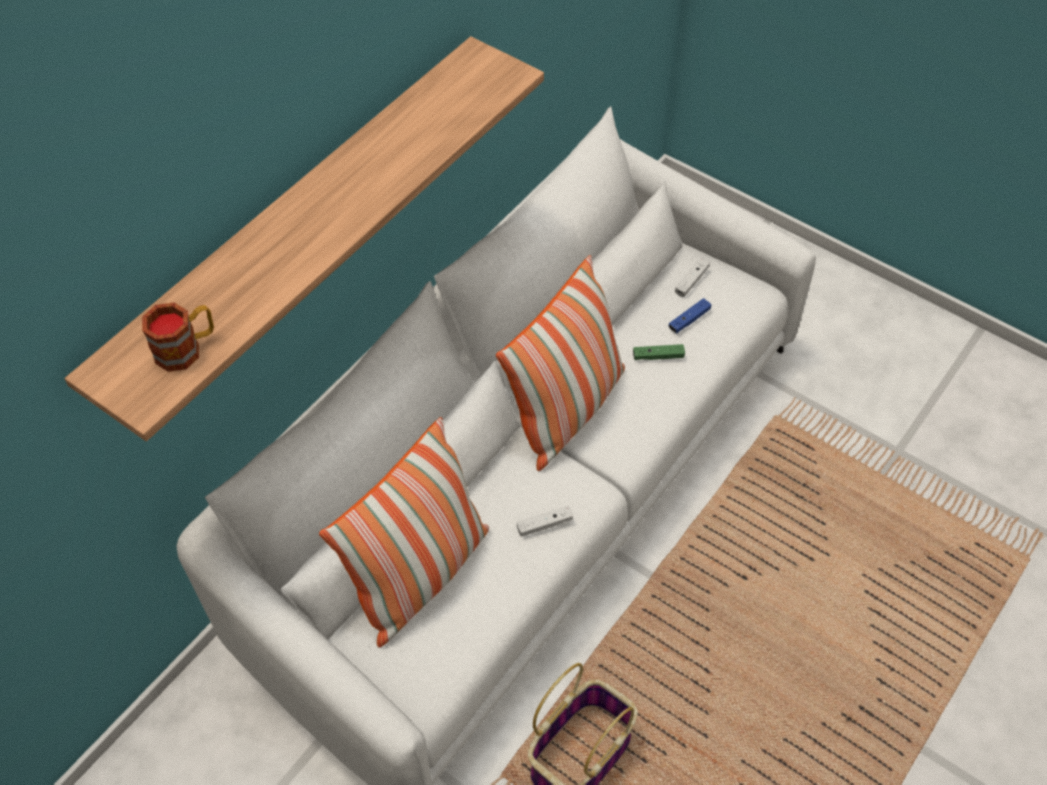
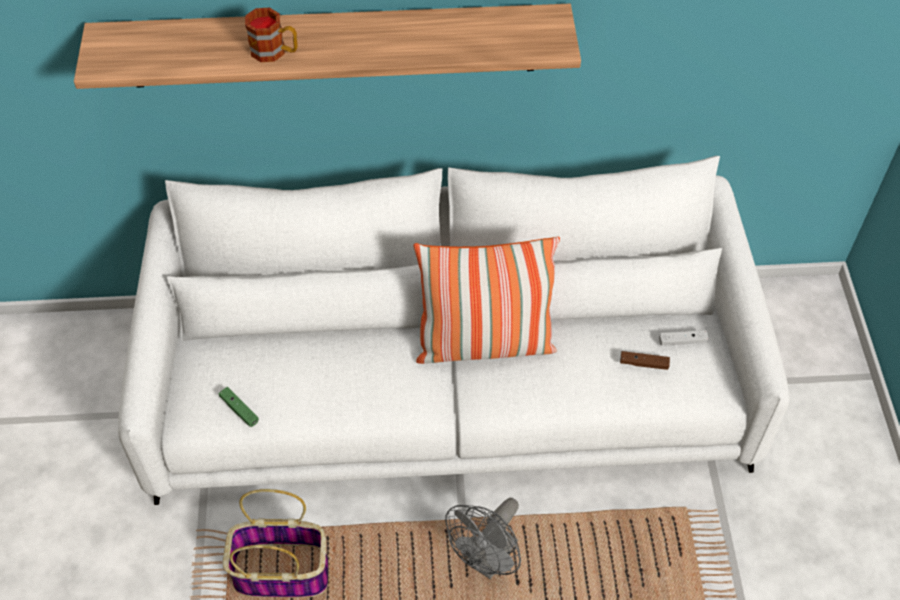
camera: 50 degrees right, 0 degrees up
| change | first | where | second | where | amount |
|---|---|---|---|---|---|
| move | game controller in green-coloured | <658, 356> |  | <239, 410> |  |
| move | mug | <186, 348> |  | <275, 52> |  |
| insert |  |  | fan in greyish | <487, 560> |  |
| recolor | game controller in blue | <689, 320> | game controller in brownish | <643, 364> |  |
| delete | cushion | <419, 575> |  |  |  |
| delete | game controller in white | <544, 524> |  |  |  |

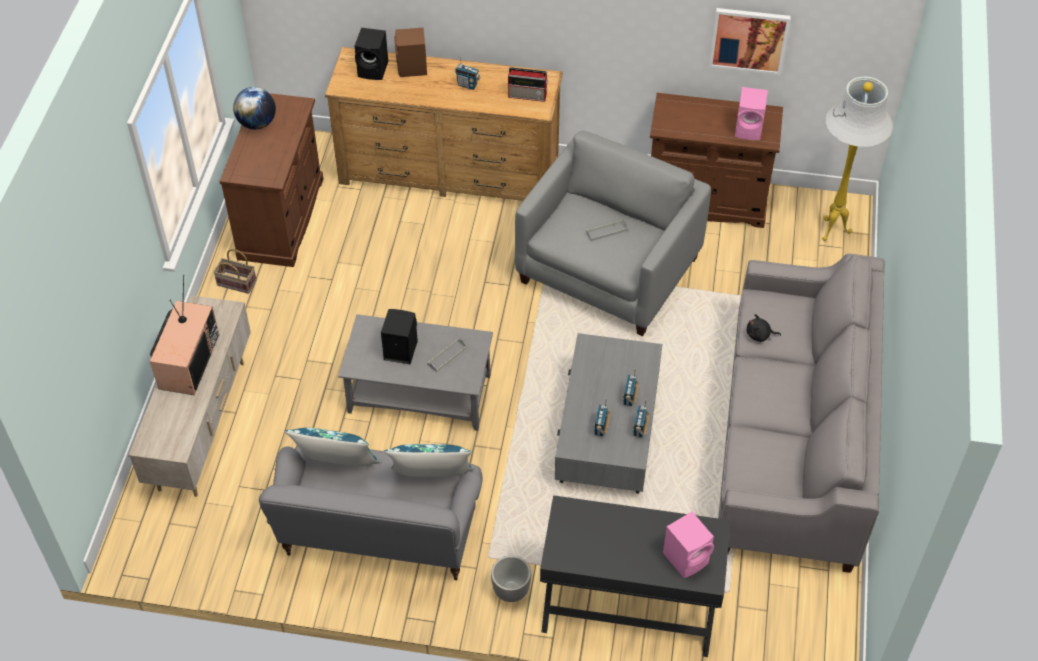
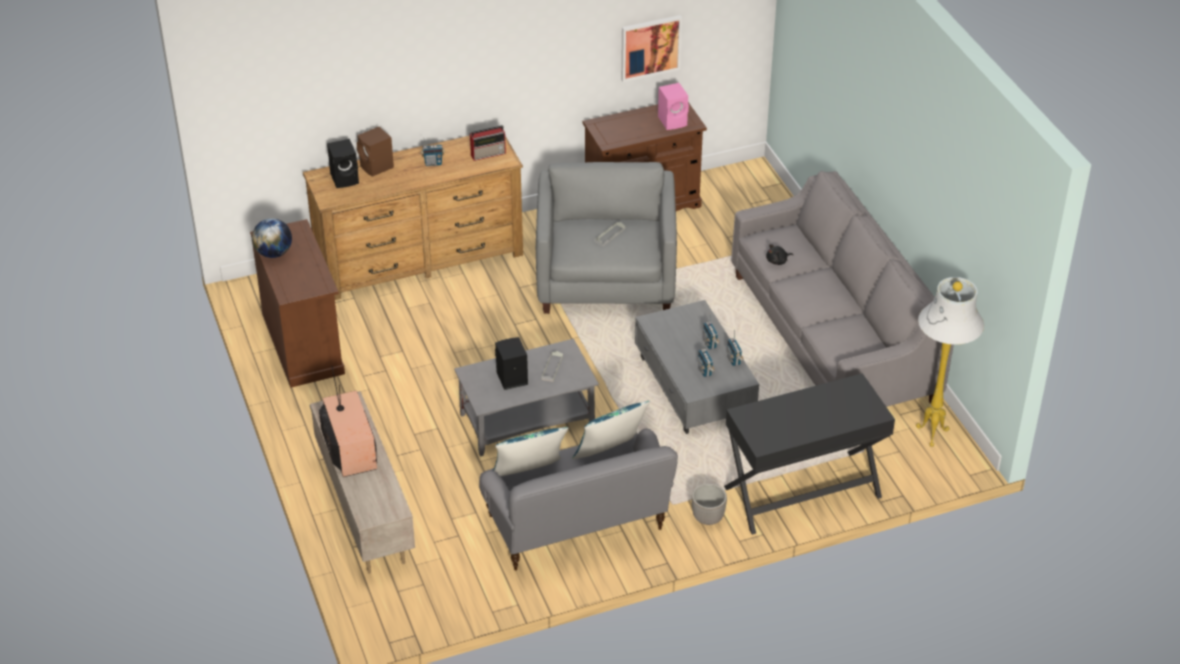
camera: 30 degrees left, 10 degrees down
| change | first | where | second | where | amount |
|---|---|---|---|---|---|
| move | standing lamp in white | <833, 232> |  | <932, 435> |  |
| delete | basket | <235, 283> |  |  |  |
| delete | speaker in pink | <687, 557> |  |  |  |

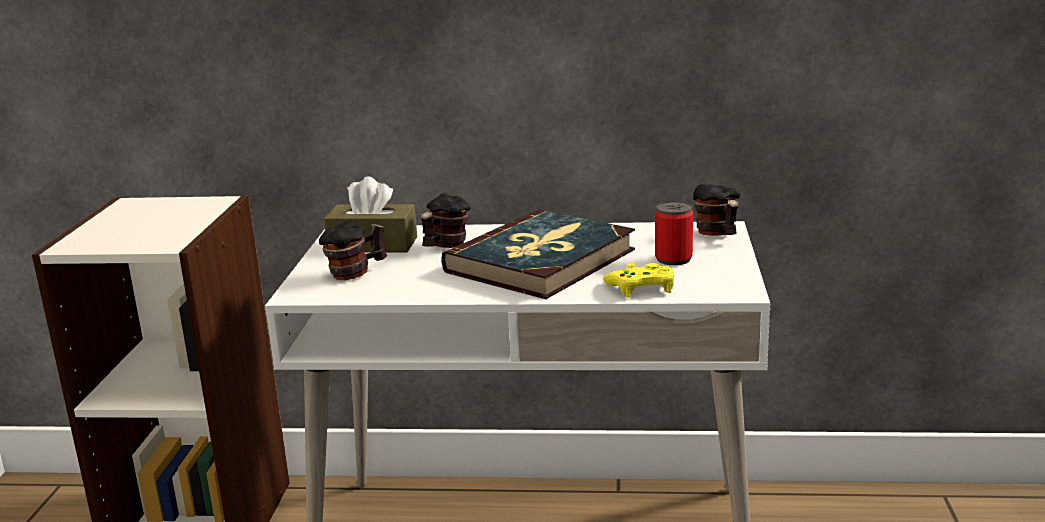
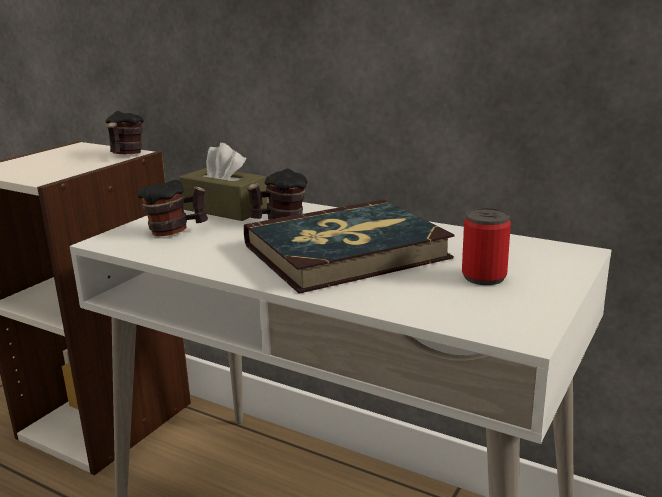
camera: 25 degrees right, 0 degrees up
| change | first | where | second | where | amount |
|---|---|---|---|---|---|
| move | mug | <717, 235> |  | <125, 155> |  |
| delete | game controller in yellow | <642, 287> |  |  |  |

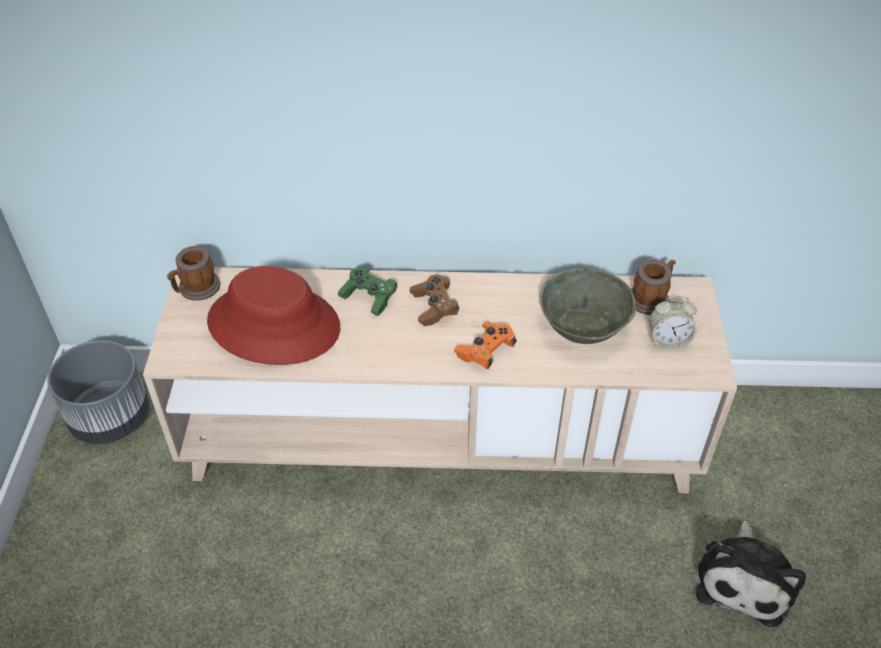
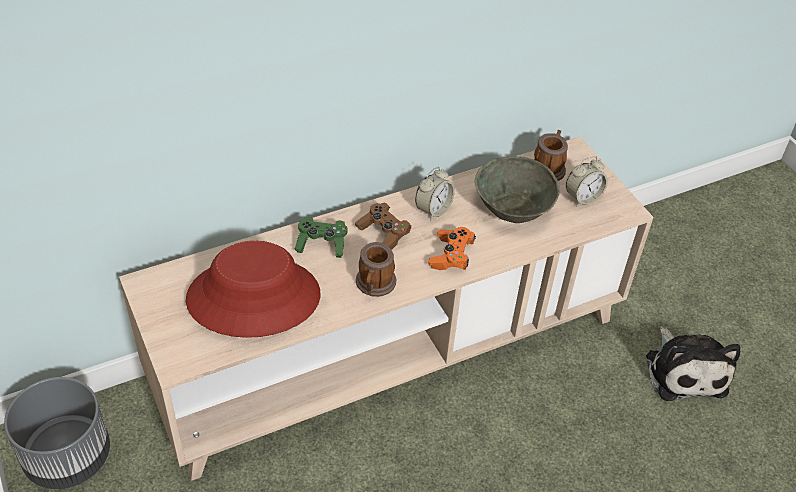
camera: 30 degrees left, 0 degrees up
| change | first | where | second | where | amount |
|---|---|---|---|---|---|
| move | mug | <196, 289> |  | <374, 285> |  |
| insert |  |  | table clock | <433, 209> |  |

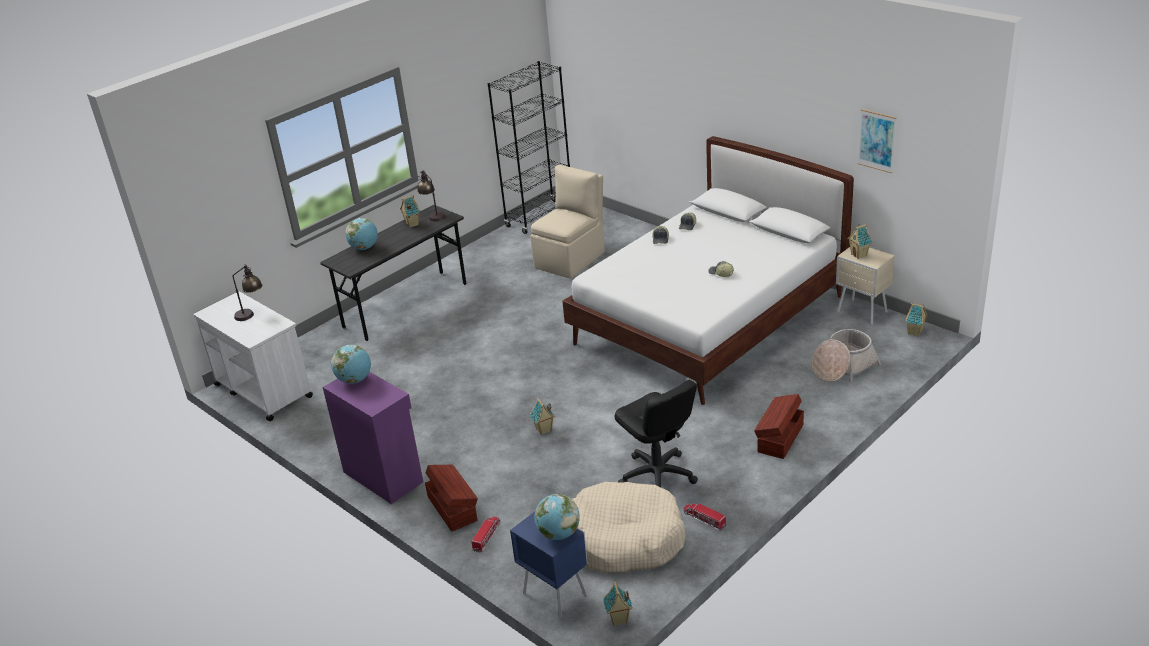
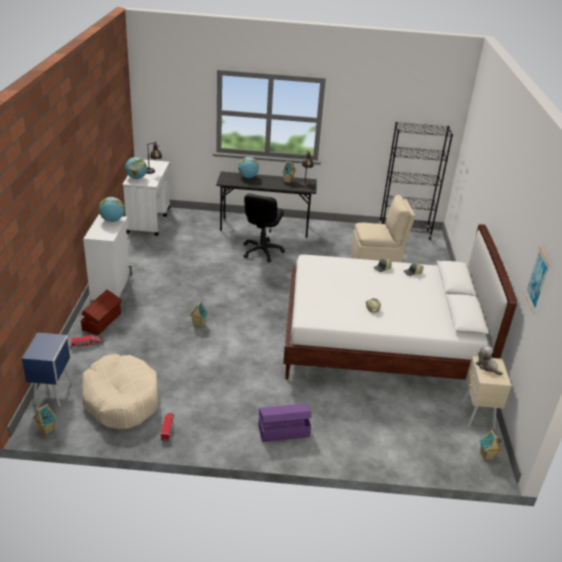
camera: 45 degrees right, 0 degrees up
| change | first | where | second | where | amount |
|---|---|---|---|---|---|
| recolor | cupboard in purple | <383, 476> | cupboard in white | <111, 286> |  |
| move | world globe | <558, 534> |  | <136, 178> |  |
| move | office chair in black | <657, 476> |  | <262, 251> |  |
| recolor | storage bin in brownish | <779, 438> | storage bin in purple | <283, 431> |  |
| replace | miniature house | <859, 255> | plush toy | <487, 366> |  |
| delete | basket | <843, 367> |  |  |  |

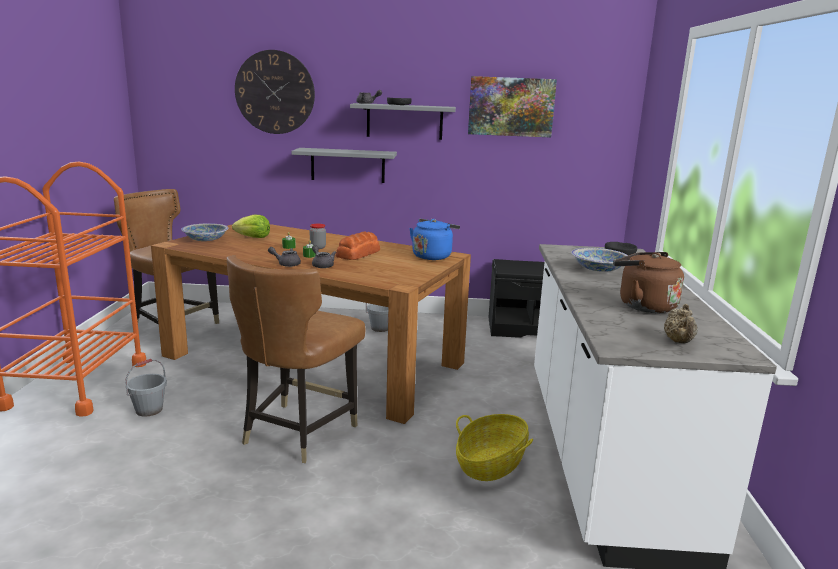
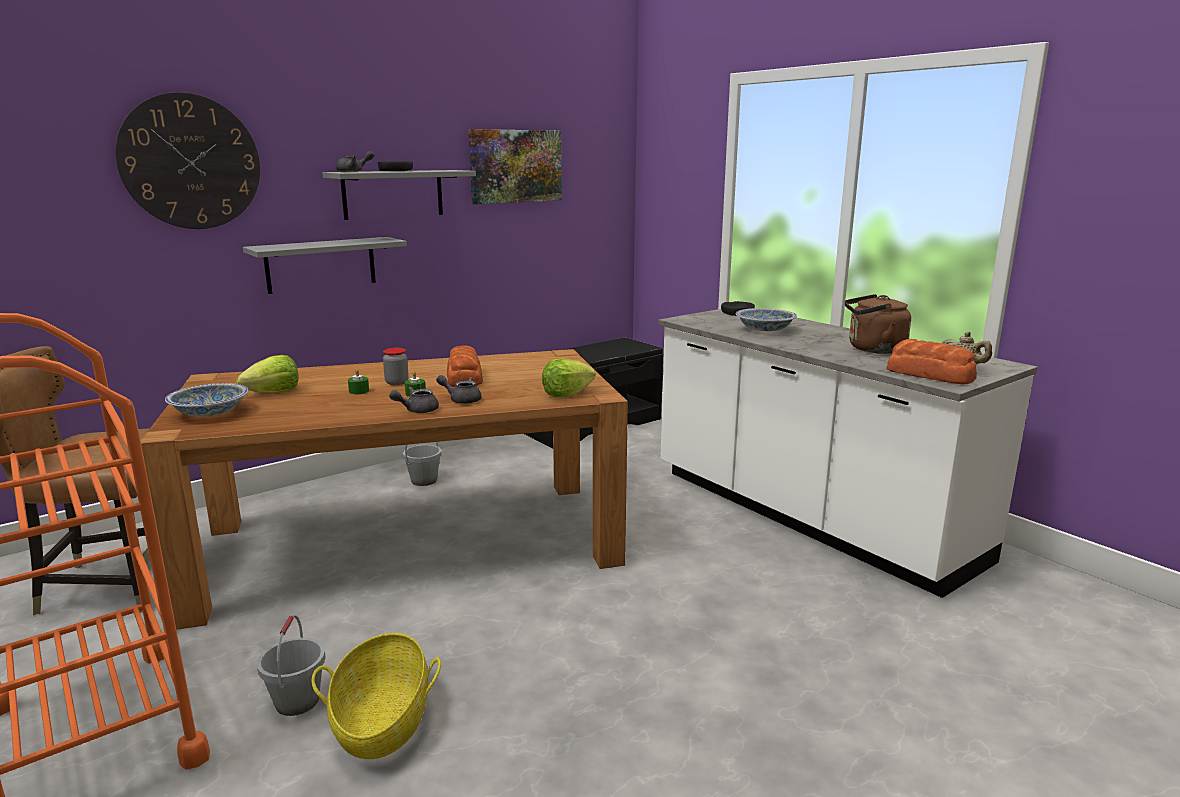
camera: 40 degrees left, 0 degrees up
| change | first | where | second | where | amount |
|---|---|---|---|---|---|
| move | basket | <491, 464> |  | <382, 721> |  |
| insert |  |  | head of lettuce | <566, 394> |  |
| insert |  |  | bakery bread | <931, 375> |  |
| delete | chair in brownish | <297, 432> |  |  |  |
| delete | tea kettle in blue | <433, 256> |  |  |  |

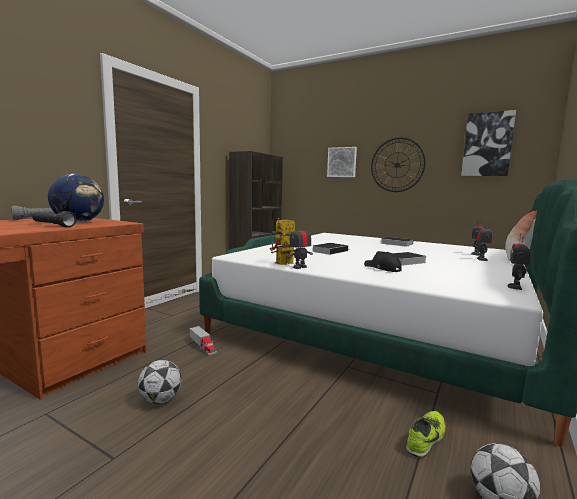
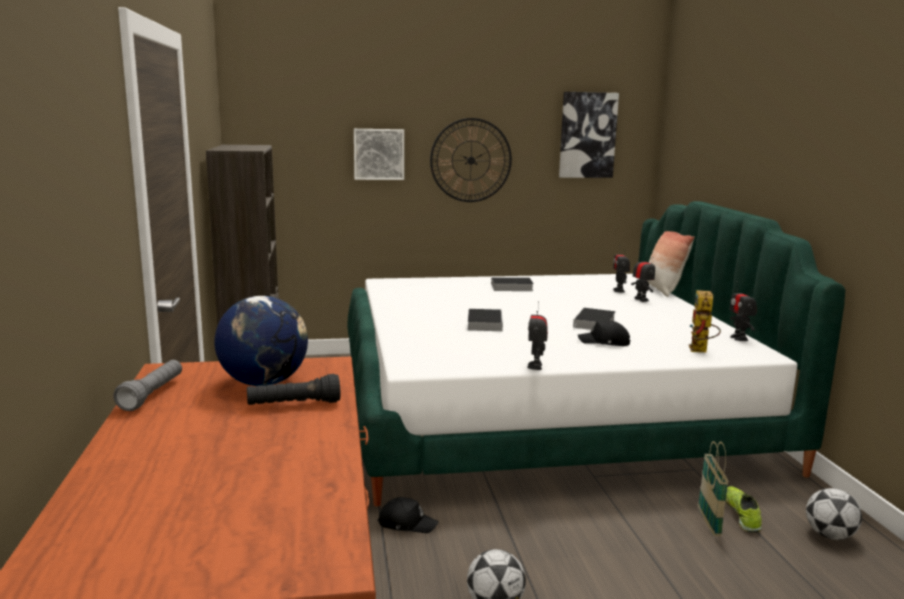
camera: 40 degrees left, 5 degrees up
| change | first | where | second | where | amount |
|---|---|---|---|---|---|
| replace | model truck | <203, 346> | baseball cap in black | <407, 523> |  |
| move | robot figure | <282, 264> |  | <701, 351> |  |
| insert |  |  | basket | <709, 522> |  |

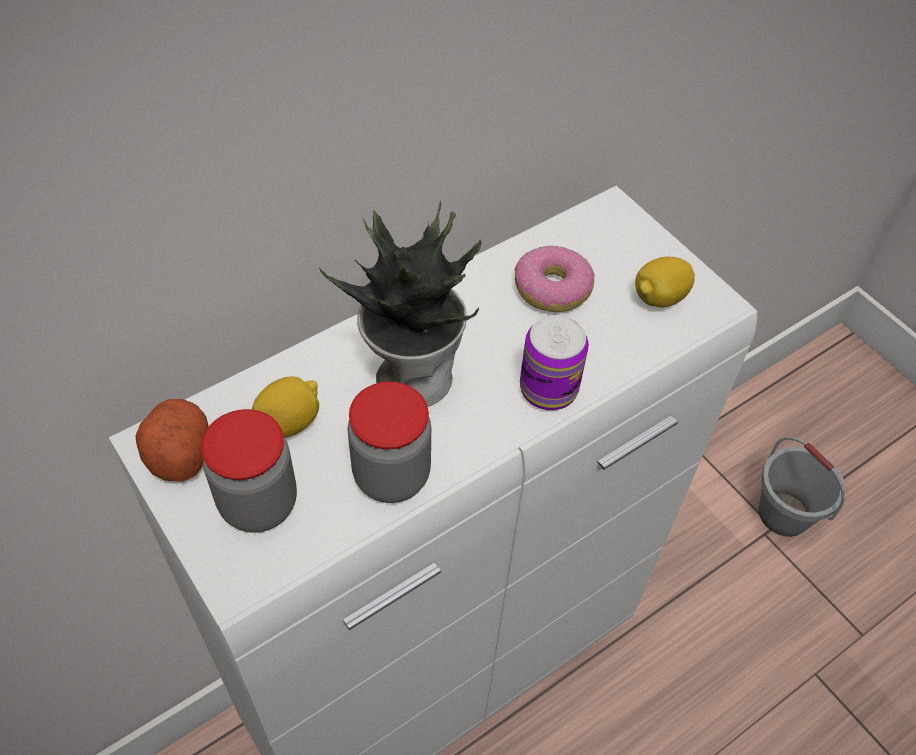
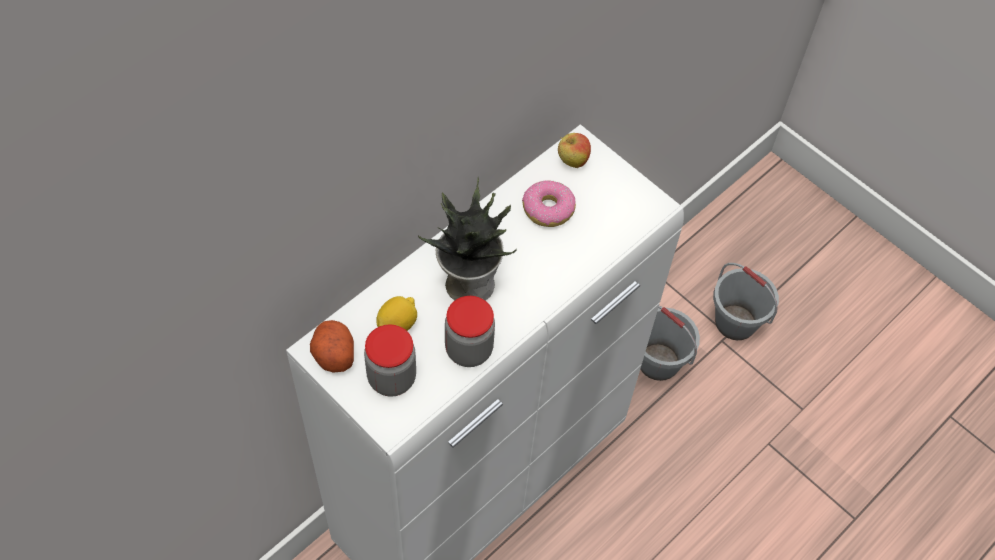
camera: 10 degrees left, 5 degrees up
| change | first | where | second | where | amount |
|---|---|---|---|---|---|
| insert |  |  | apple | <572, 161> |  |
| insert |  |  | pail in greyish | <659, 361> |  |
| delete | can | <548, 389> |  |  |  |
| delete | lemon | <659, 298> |  |  |  |

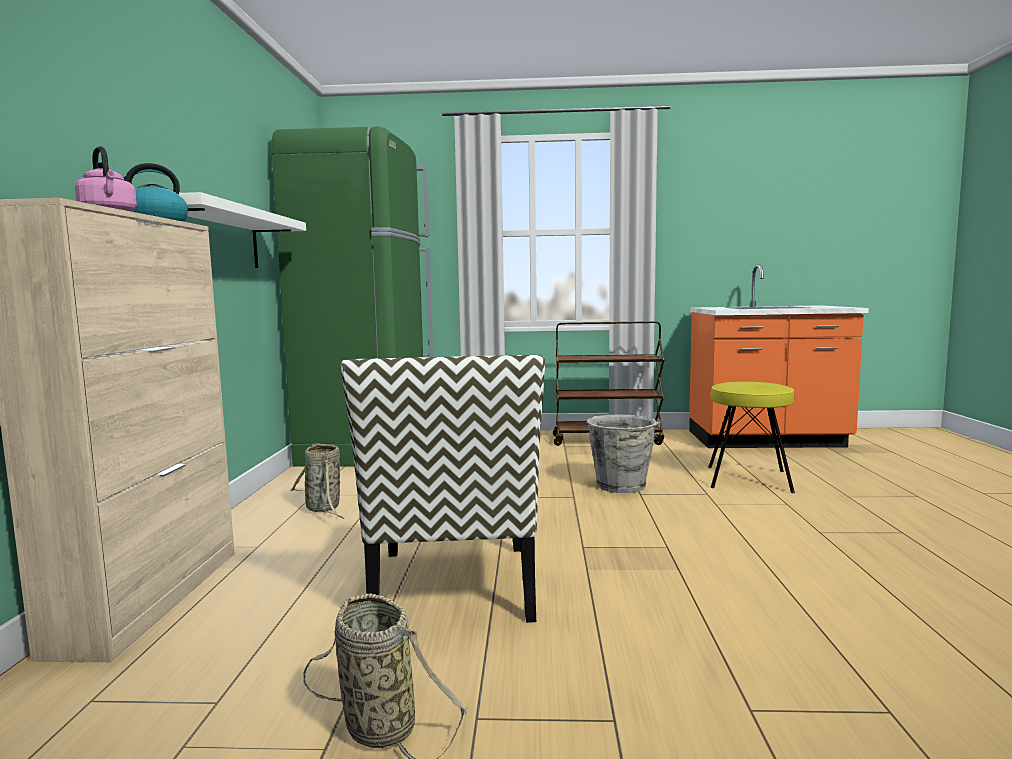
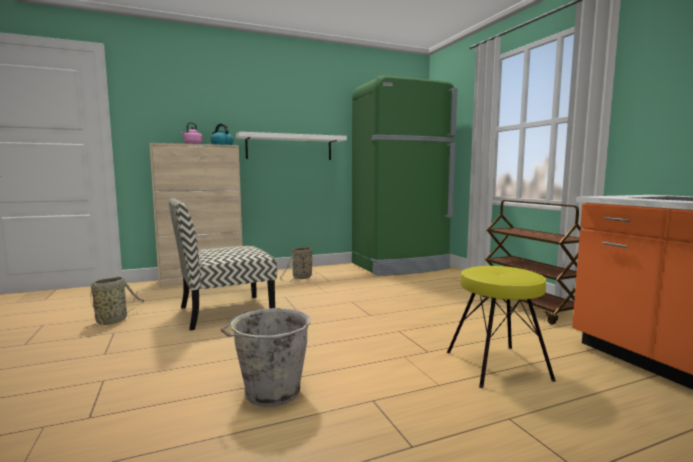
camera: 65 degrees right, 0 degrees up
| change | first | where | second | where | amount |
|---|---|---|---|---|---|
| move | pail in greyish | <621, 486> |  | <270, 392> |  |

